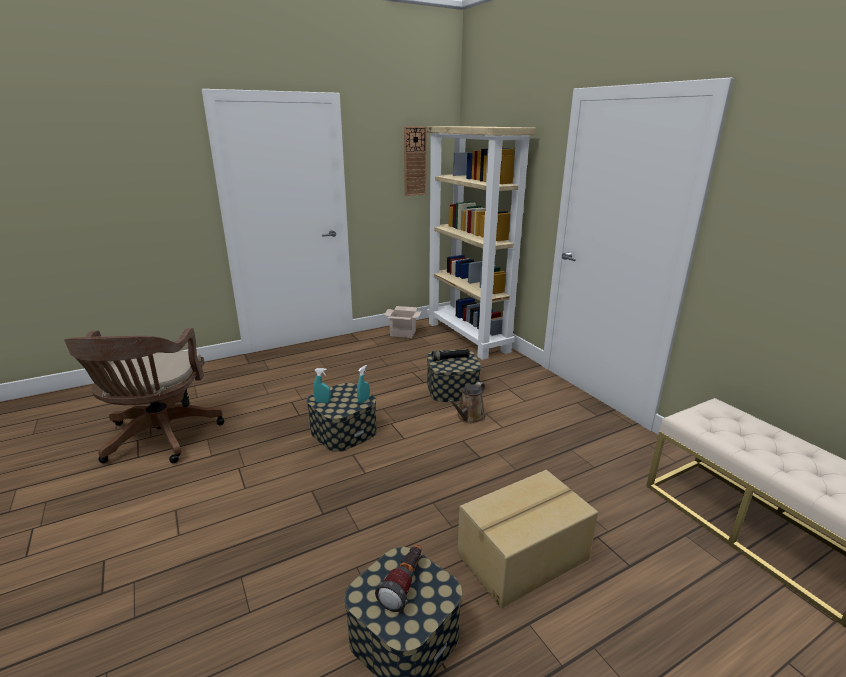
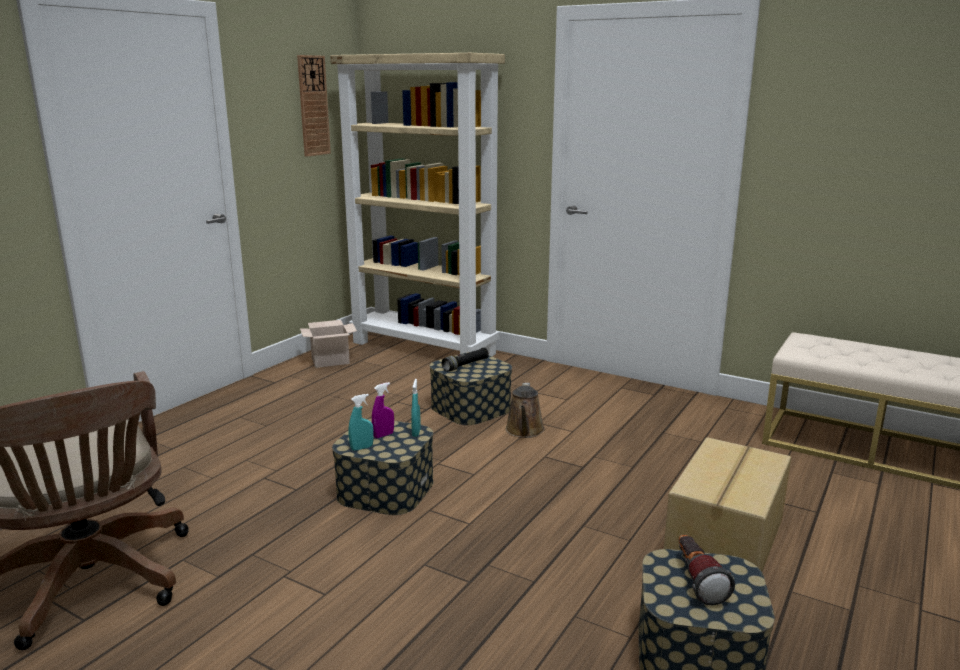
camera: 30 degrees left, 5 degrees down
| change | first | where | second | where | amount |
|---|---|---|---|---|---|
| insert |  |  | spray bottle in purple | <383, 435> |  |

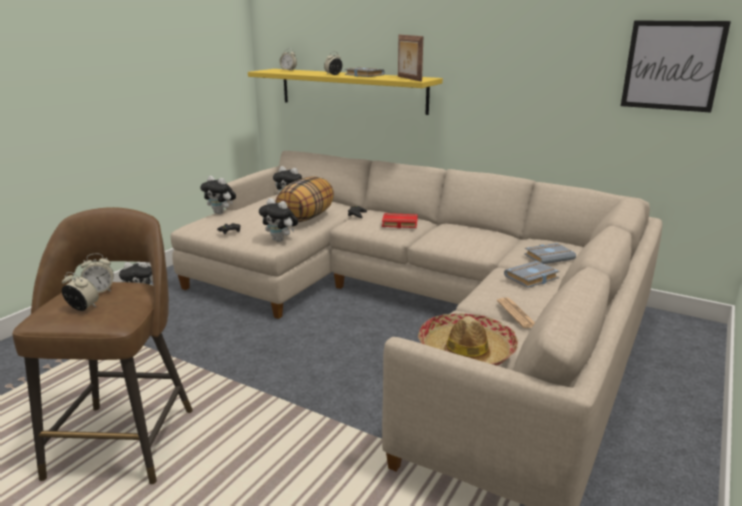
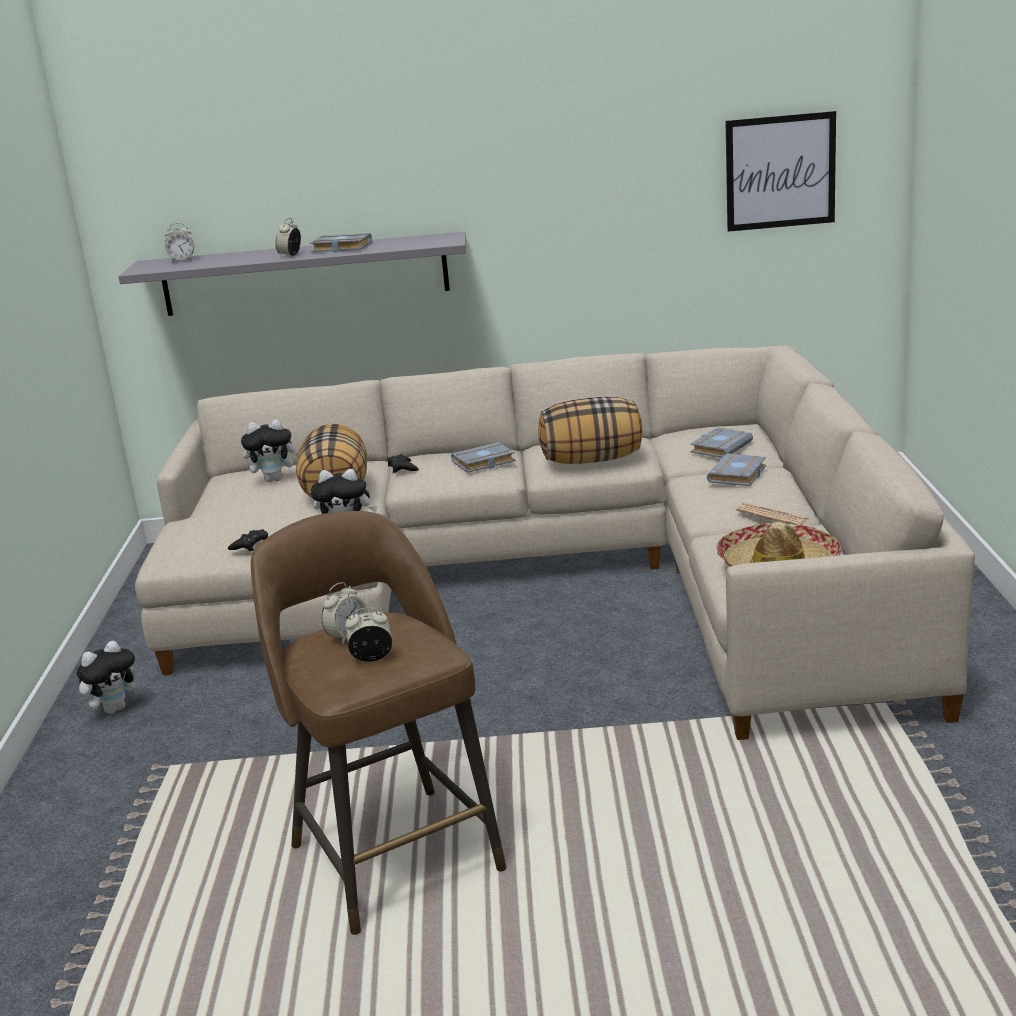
camera: 30 degrees left, 0 degrees up
| change | first | where | second | where | amount |
|---|---|---|---|---|---|
| recolor | bracket shelf in yellow | <352, 90> | bracket shelf in greyish | <305, 274> |  |
| recolor | volume in red | <399, 224> | volume in greyish | <483, 463> |  |
| insert |  |  | cushion | <592, 460> |  |
| delete | plush toy | <221, 213> |  |  |  |
| delete | photo frame | <408, 78> |  |  |  |

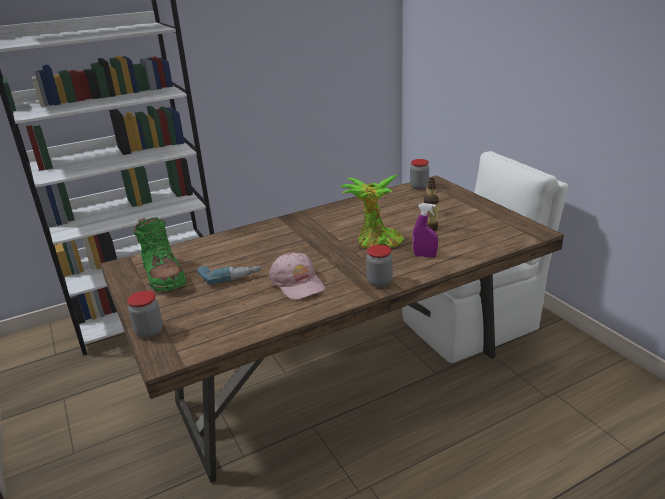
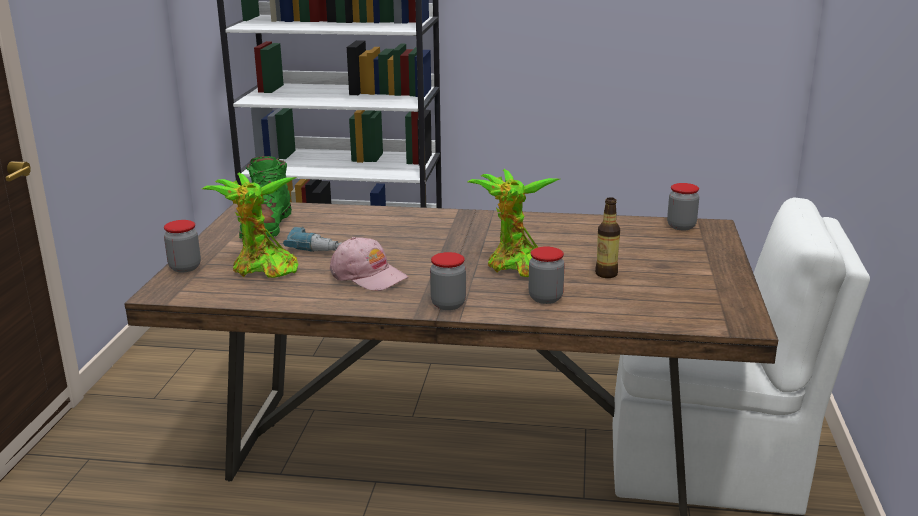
camera: 35 degrees right, 5 degrees down
| change | first | where | second | where | amount |
|---|---|---|---|---|---|
| insert |  |  | potted plant | <262, 269> |  |
| rotate | baseball cap in pink | <297, 283> |  | <368, 275> | 60 degrees counterclockwise |
| replace | spray bottle in purple | <424, 256> | preserve jar | <545, 298> |  |

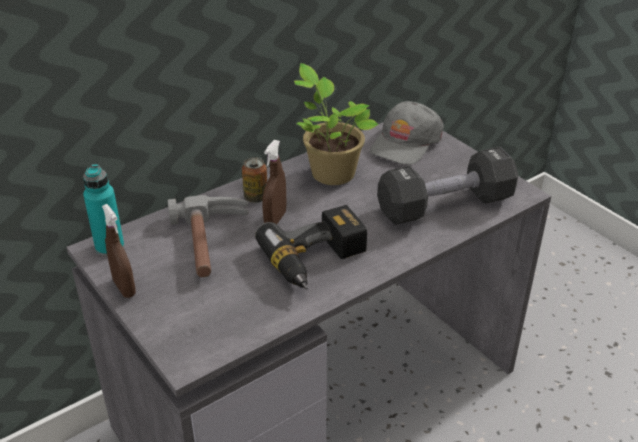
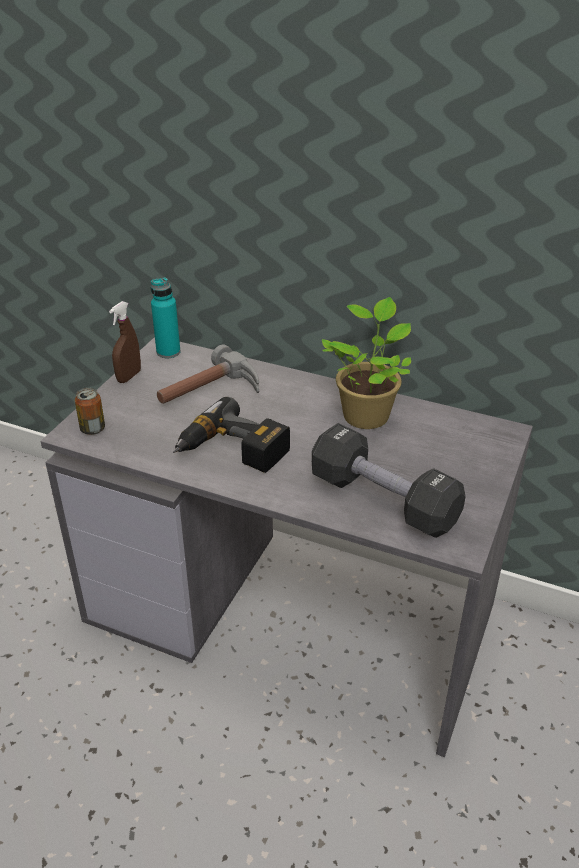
camera: 60 degrees right, 0 degrees up
| change | first | where | second | where | amount |
|---|---|---|---|---|---|
| move | can | <256, 197> |  | <93, 429> |  |
| delete | spray bottle in brownish | <275, 219> |  |  |  |
| delete | baseball cap in greyish | <405, 143> |  |  |  |

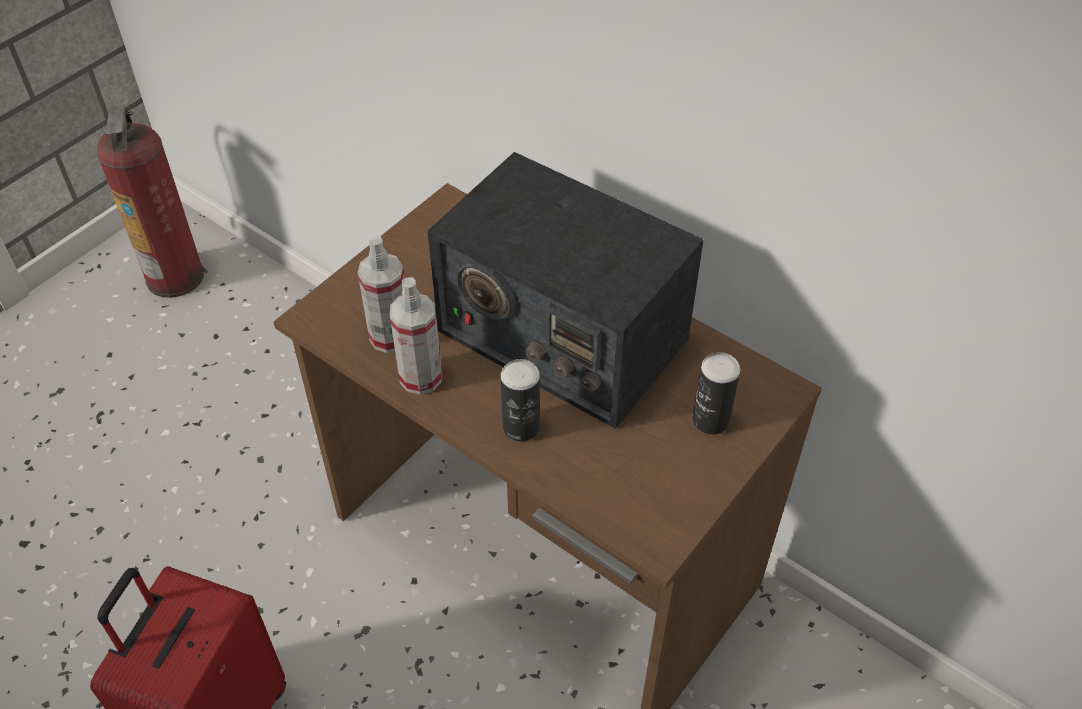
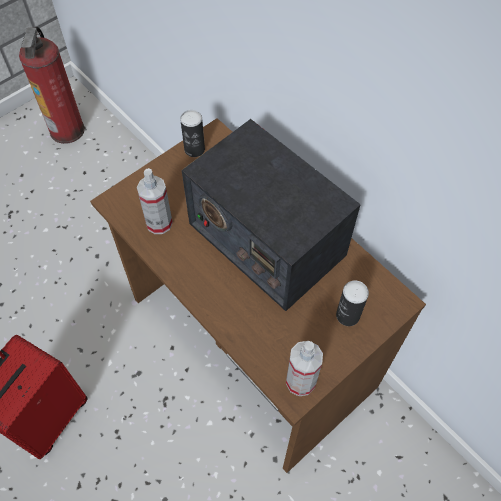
camera: 10 degrees right, 10 degrees up
| change | first | where | second | where | amount |
|---|---|---|---|---|---|
| move | can | <521, 427> |  | <194, 149> |  |
| move | spray bottle | <421, 377> |  | <300, 381> |  |

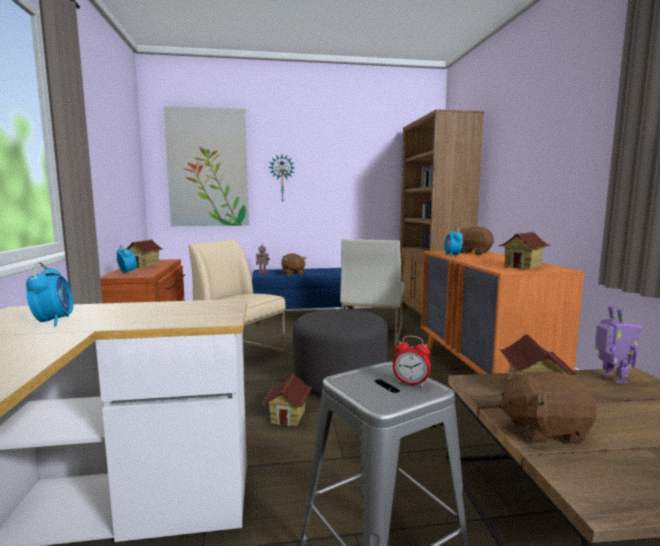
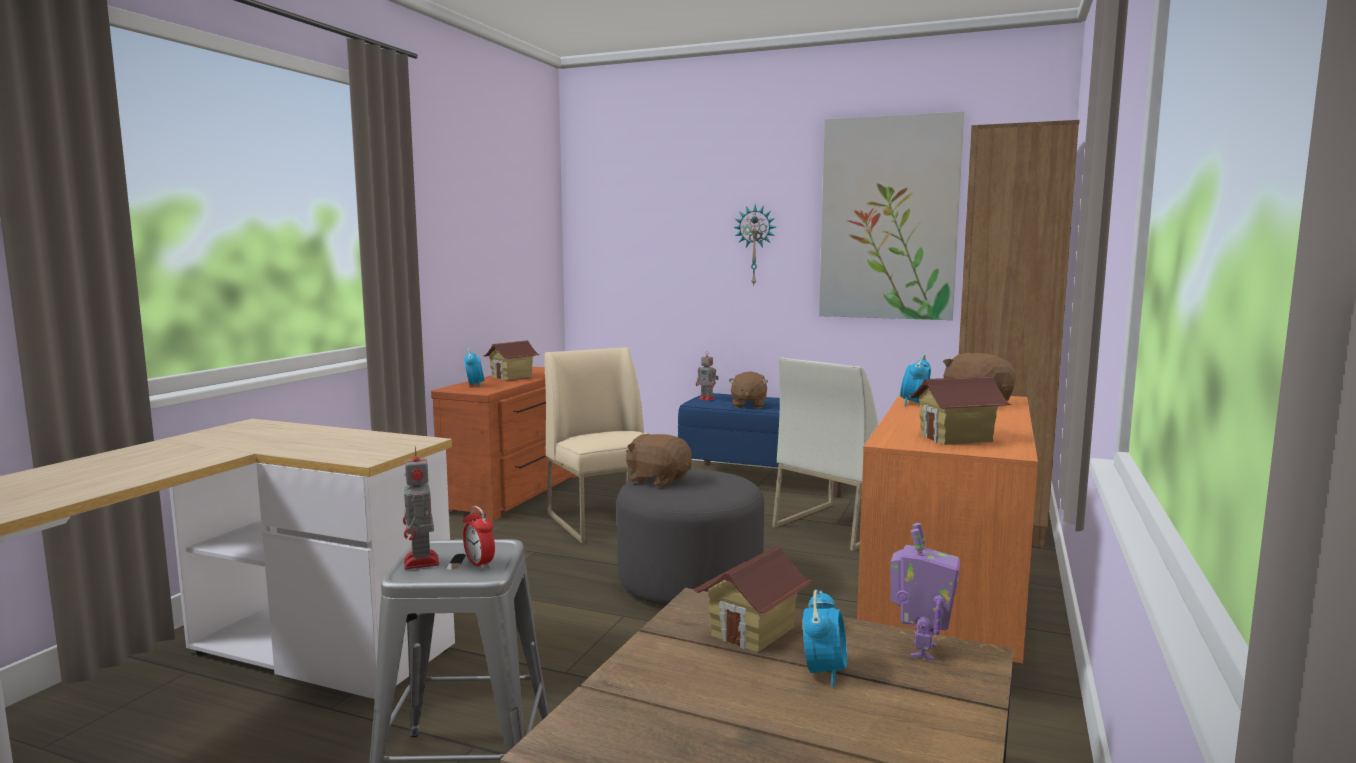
camera: 30 degrees right, 0 degrees up
| change | first | where | second | where | amount |
|---|---|---|---|---|---|
| insert |  |  | robot figure | <421, 563> |  |
| move | plush toy in brownish | <543, 430> |  | <658, 480> |  |
| move | table clock | <54, 321> |  | <824, 672> |  |
| move | wall art | <208, 168> |  | <888, 218> |  |
| delete | miniature house | <288, 416> |  |  |  |

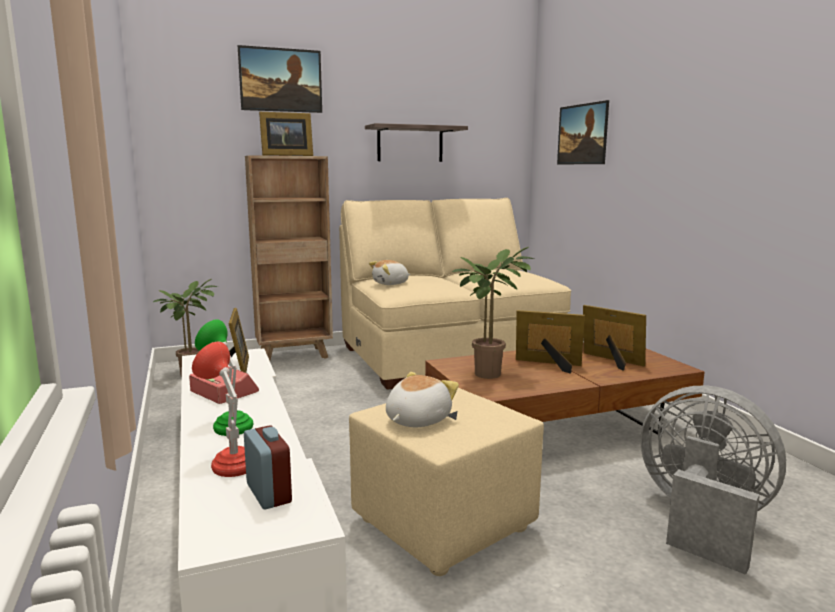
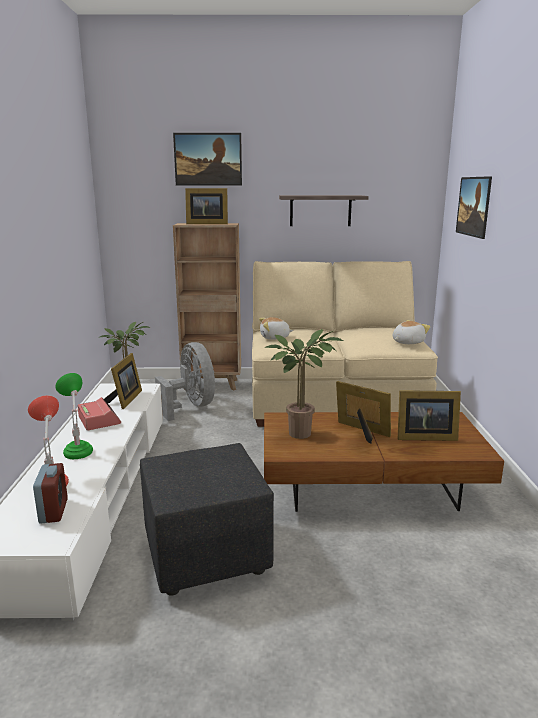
camera: 20 degrees right, 5 degrees up
| change | first | where | second | where | amount |
|---|---|---|---|---|---|
| recolor | footrest in sand-coloured | <441, 524> | footrest in black | <204, 554> |  |
| move | fan in greyish | <701, 521> |  | <191, 407> |  |
| move | plush toy | <416, 420> |  | <407, 342> |  |
| rotate | photo frame | <612, 361> |  | <423, 436> | 120 degrees clockwise |

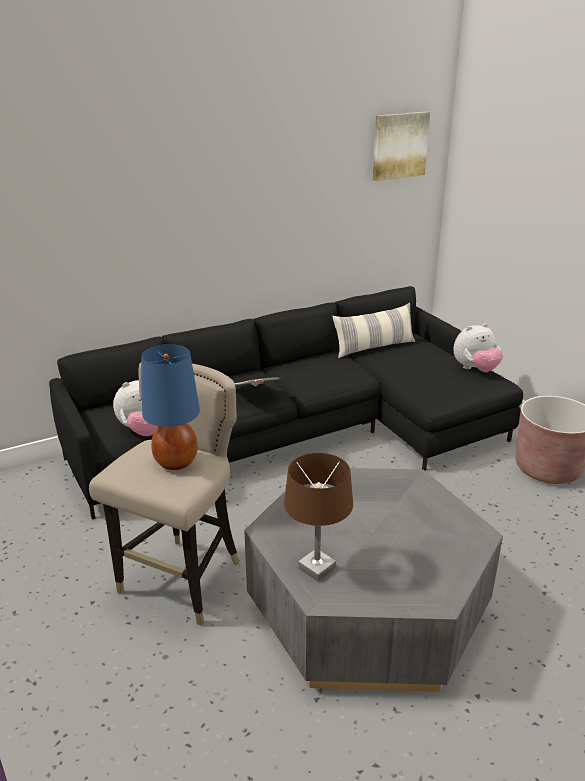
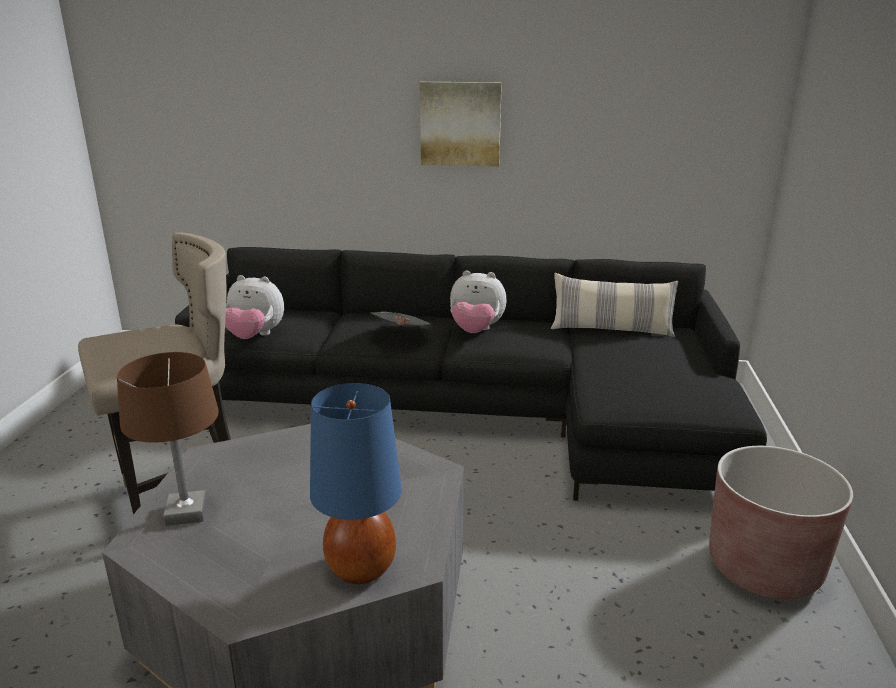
camera: 35 degrees right, 5 degrees down
| change | first | where | second | where | amount |
|---|---|---|---|---|---|
| move | lamp for a table in blue | <176, 461> |  | <361, 568> |  |
| move | wall art | <399, 145> |  | <460, 124> |  |
| move | plush toy | <475, 369> |  | <476, 331> |  |

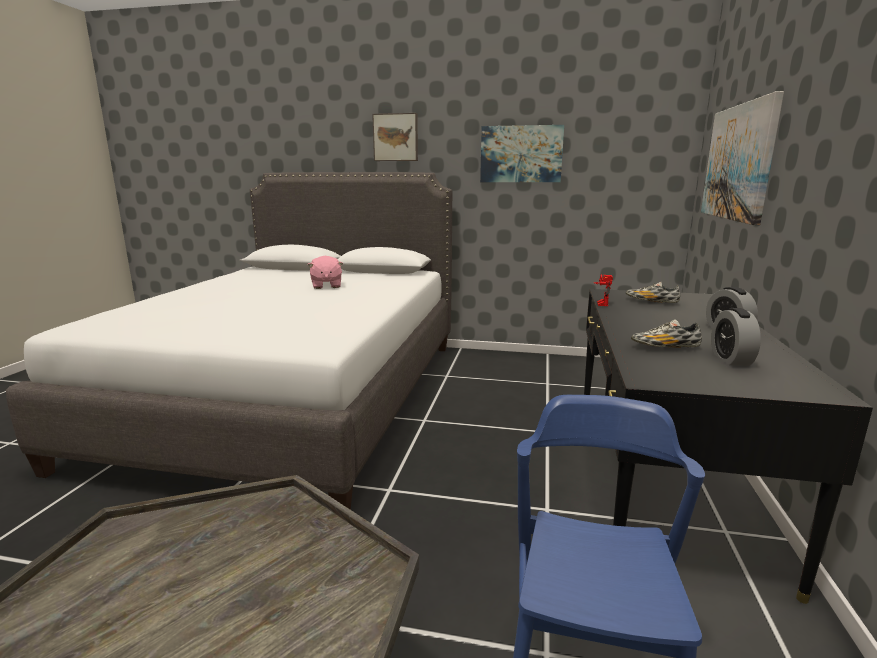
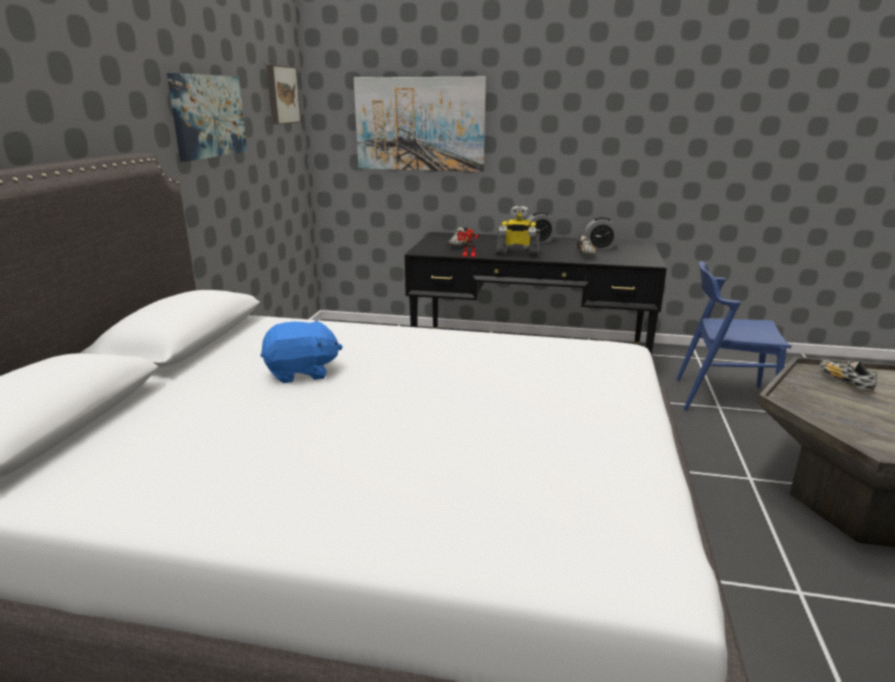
camera: 90 degrees left, 5 degrees up
| change | first | where | second | where | amount |
|---|---|---|---|---|---|
| recolor | plush toy in pink | <326, 286> | plush toy in blue | <302, 372> |  |
| move | wall art | <396, 137> |  | <281, 95> |  |
| insert |  |  | robot figure | <517, 253> |  |
| insert |  |  | low shoe | <844, 382> |  |

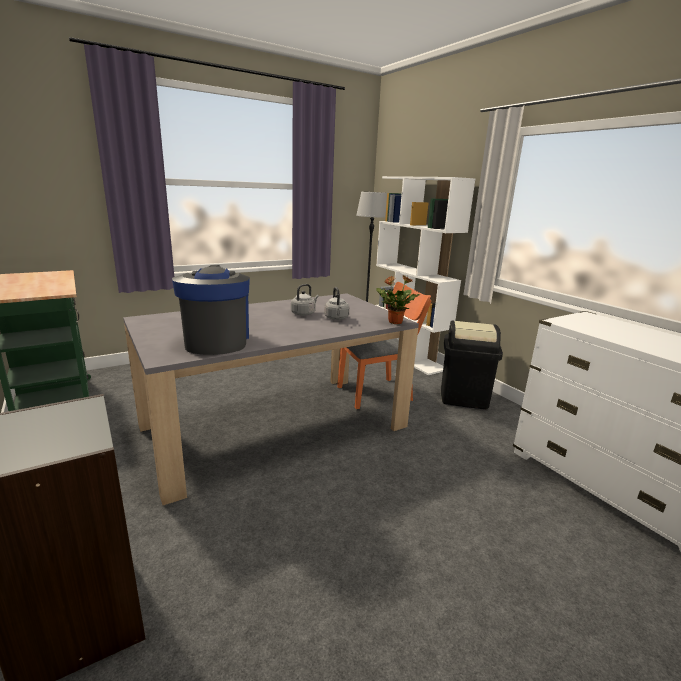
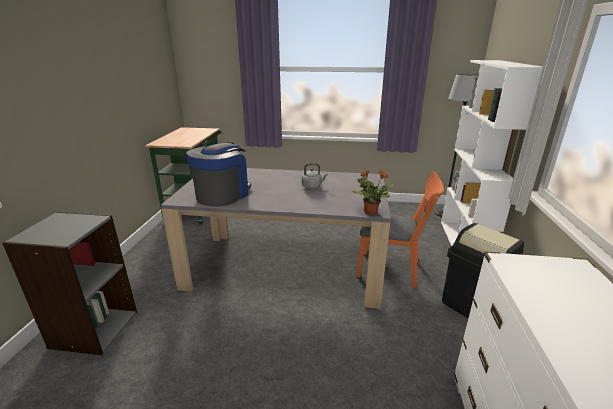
camera: 40 degrees right, 5 degrees up
| change | first | where | second | where | amount |
|---|---|---|---|---|---|
| delete | tea kettle in greyish | <336, 318> |  |  |  |

